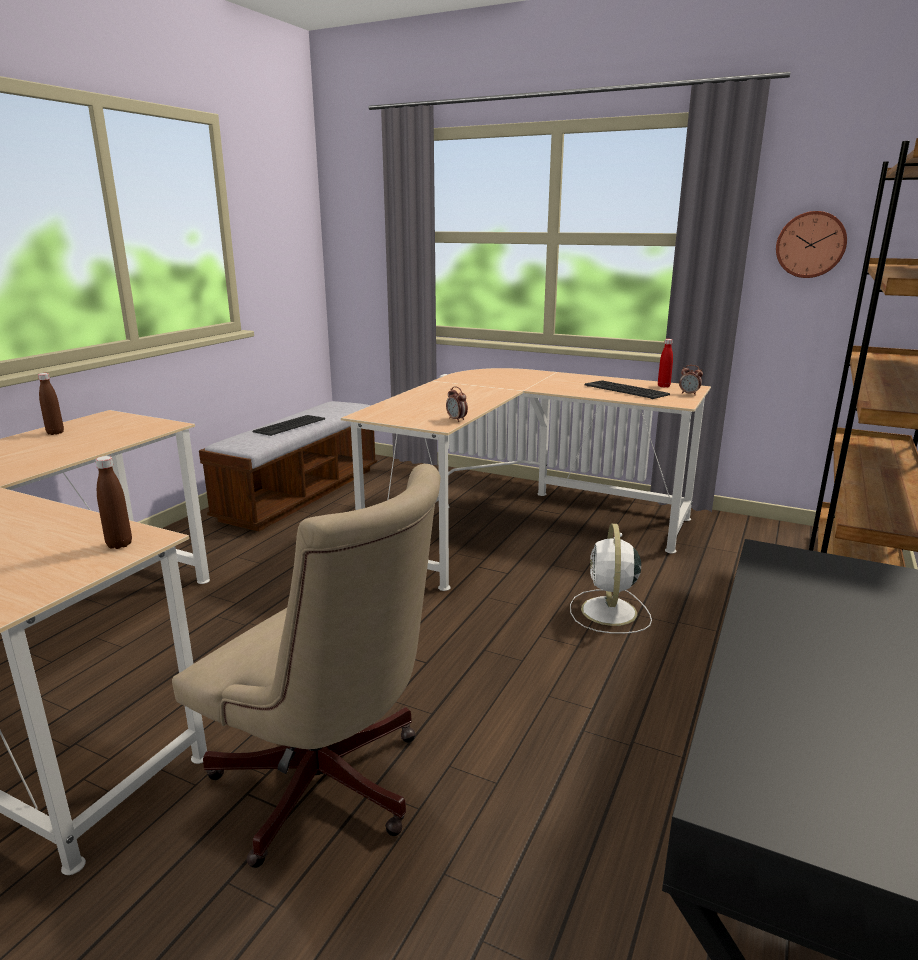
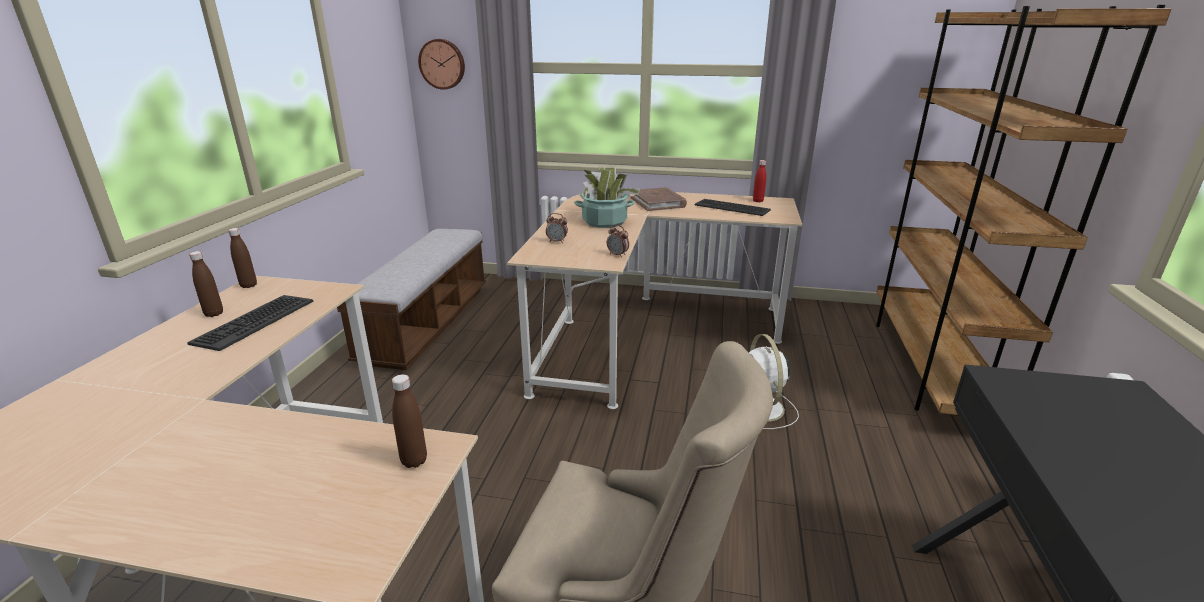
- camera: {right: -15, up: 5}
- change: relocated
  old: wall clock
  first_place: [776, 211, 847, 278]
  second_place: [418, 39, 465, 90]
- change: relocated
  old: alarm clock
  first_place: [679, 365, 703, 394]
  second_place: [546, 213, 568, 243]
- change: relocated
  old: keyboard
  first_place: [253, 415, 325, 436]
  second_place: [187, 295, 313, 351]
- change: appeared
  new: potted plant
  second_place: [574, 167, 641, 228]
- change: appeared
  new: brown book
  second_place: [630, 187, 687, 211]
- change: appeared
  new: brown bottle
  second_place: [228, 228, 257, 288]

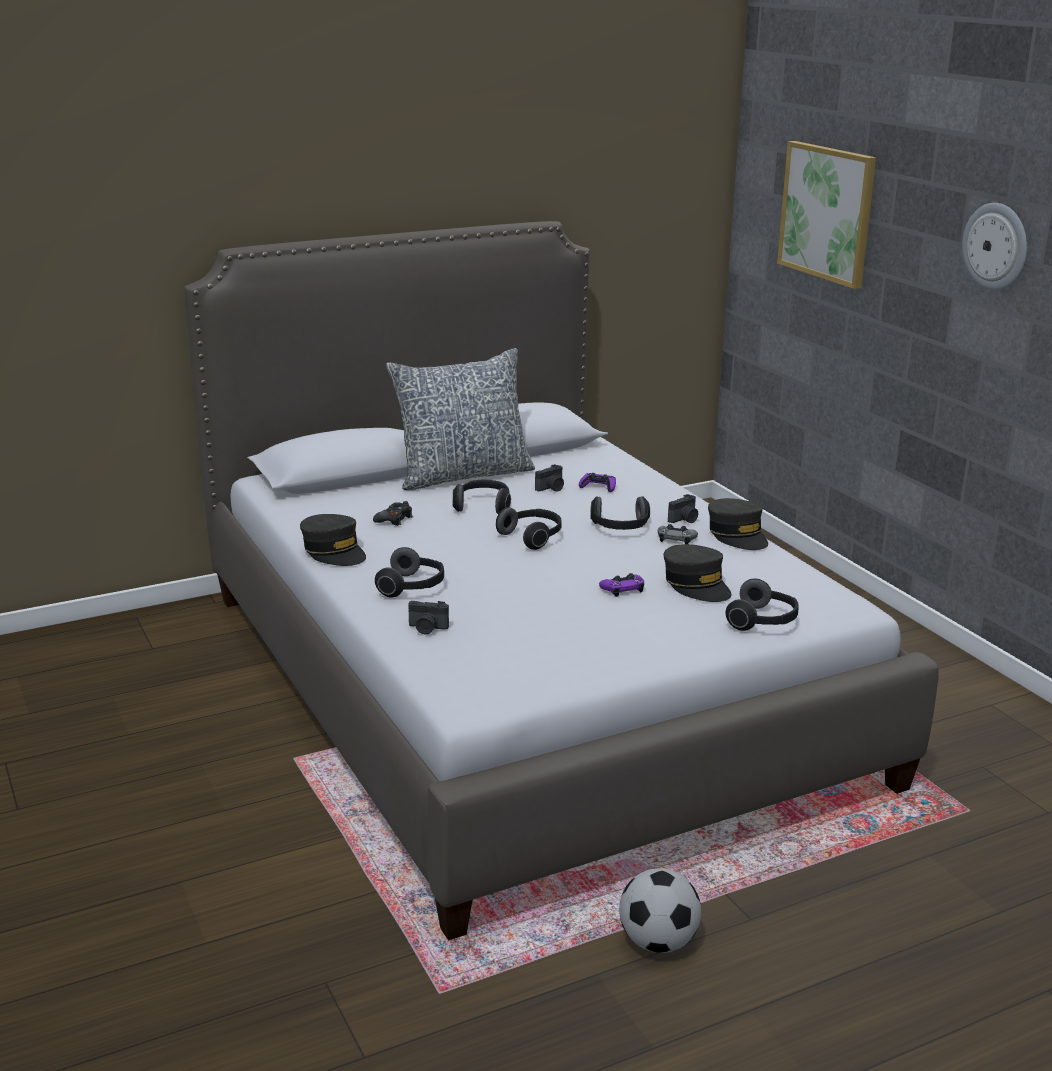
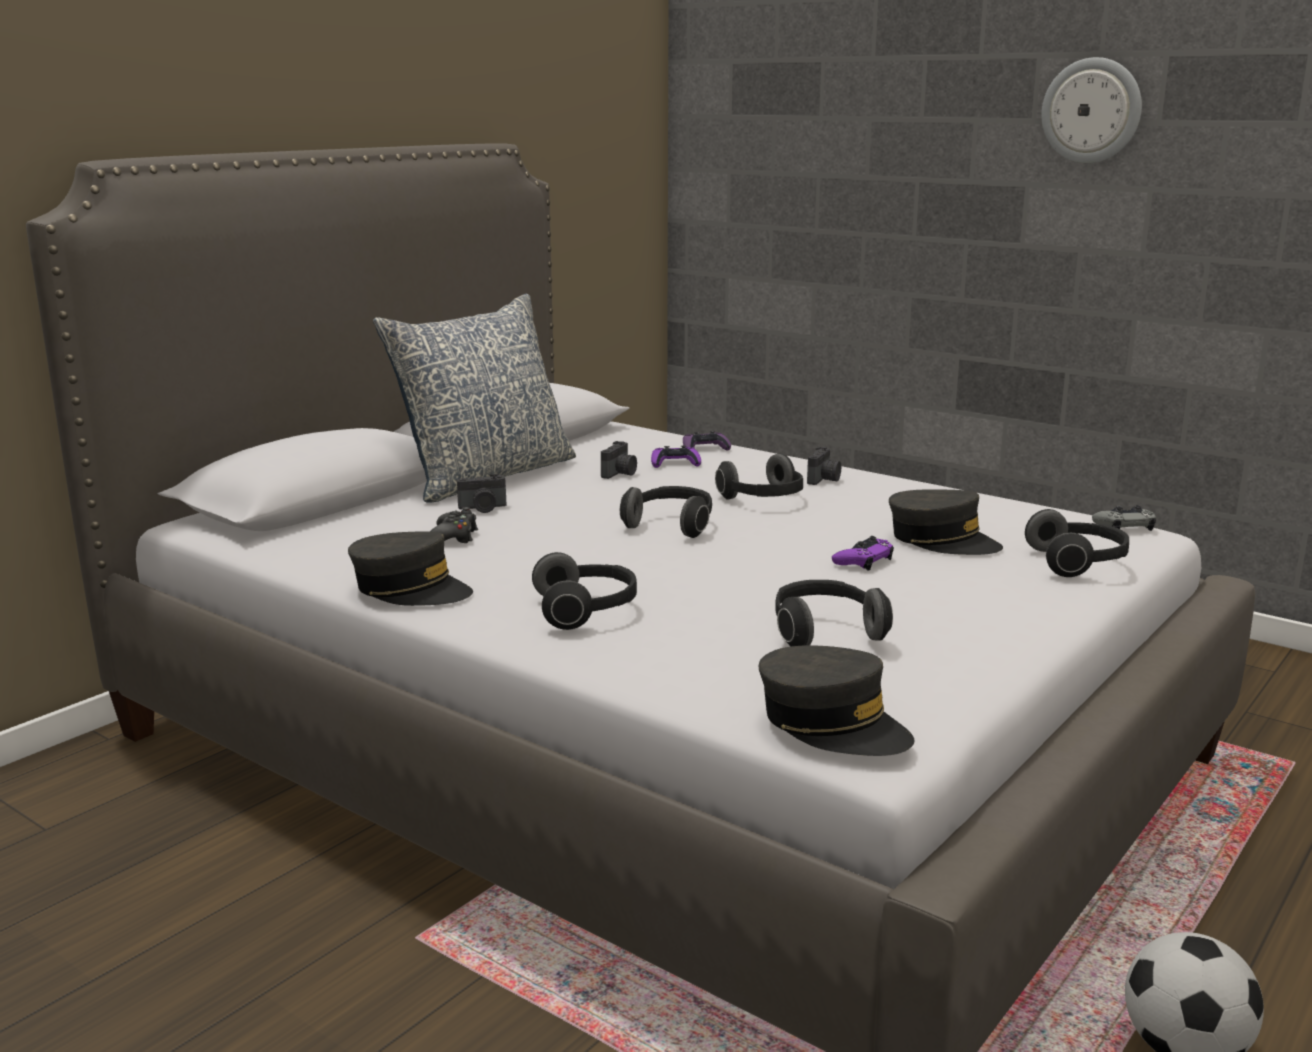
- camera: {right: -25, up: -5}
- change: missing
  old: picture
  first_place: [777, 141, 876, 289]
- change: relocated
  old: headphones
  first_place: [452, 480, 511, 514]
  second_place: [775, 580, 893, 647]
- change: relocated
  old: grey cap
  first_place: [708, 498, 768, 550]
  second_place: [759, 645, 914, 756]
- change: relocated
  old: grey game controller
  first_place: [658, 524, 698, 544]
  second_place: [1092, 505, 1156, 531]
- change: relocated
  old: photo camera
  first_place: [408, 601, 449, 634]
  second_place: [457, 474, 506, 513]
- change: appeared
  new: purple game controller
  second_place: [683, 431, 731, 451]

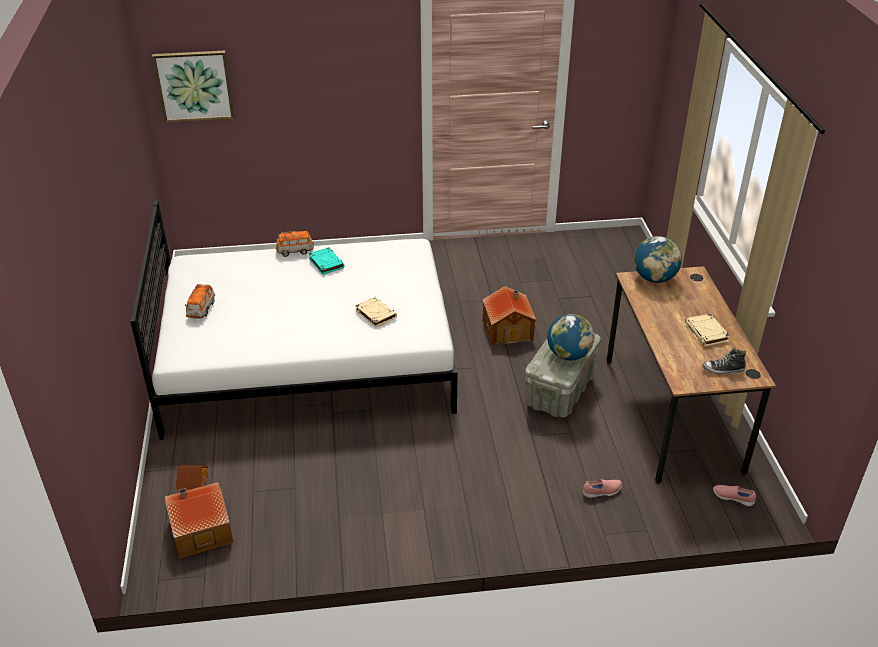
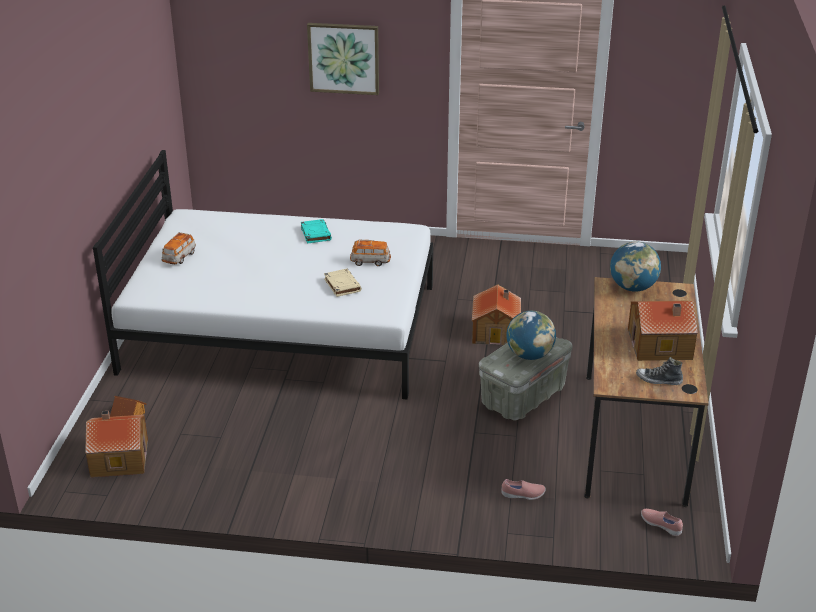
- camera: {right: 15, up: -5}
- change: relocated
  old: picture
  first_place: [152, 51, 235, 123]
  second_place: [307, 23, 379, 95]
- change: relocated
  old: toy car
  first_place: [276, 231, 314, 257]
  second_place: [350, 240, 391, 266]
- change: exchanged
  old: beige book
  new: toy house
  first_place: [685, 314, 730, 346]
  second_place: [628, 301, 698, 361]

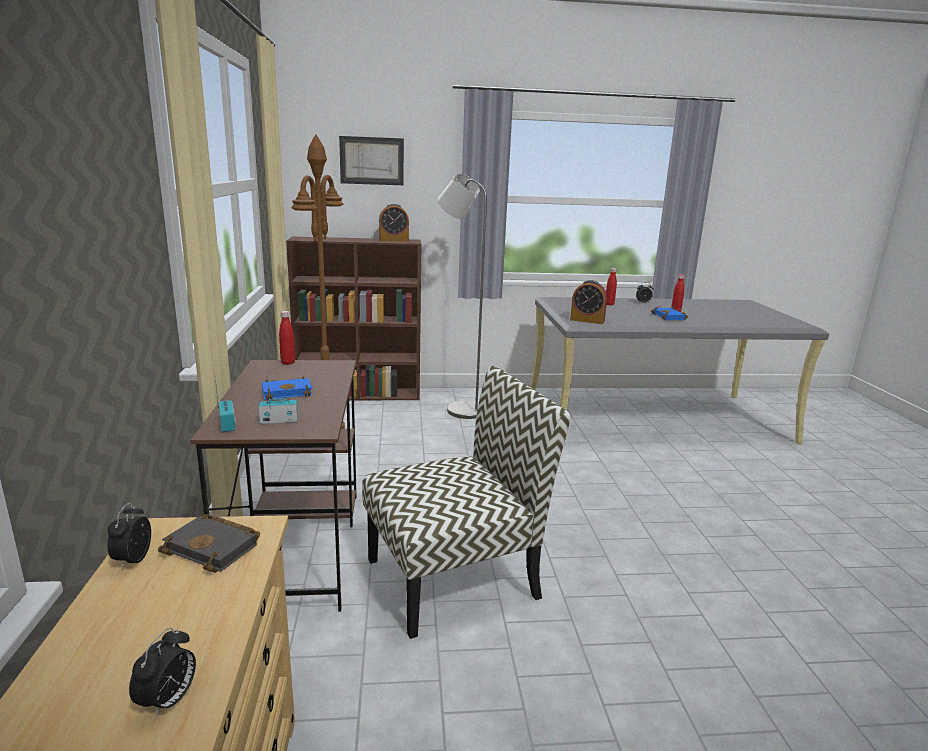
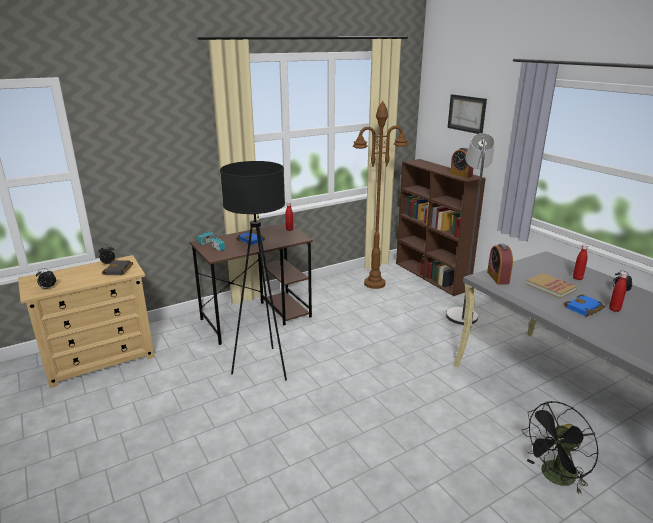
- camera: {right: 65, up: 5}
- change: exchanged
  old: chair
  new: black floor lamp
  first_place: [362, 366, 571, 639]
  second_place: [220, 161, 287, 381]
- change: appeared
  new: book
  second_place: [526, 273, 577, 298]
- change: appeared
  new: black fan
  second_place: [522, 401, 598, 494]

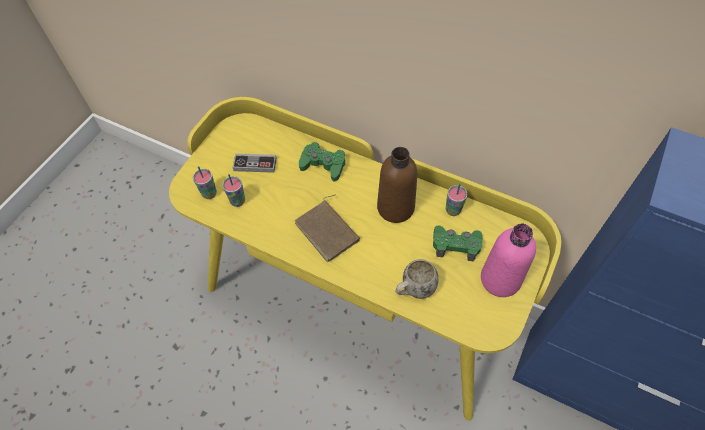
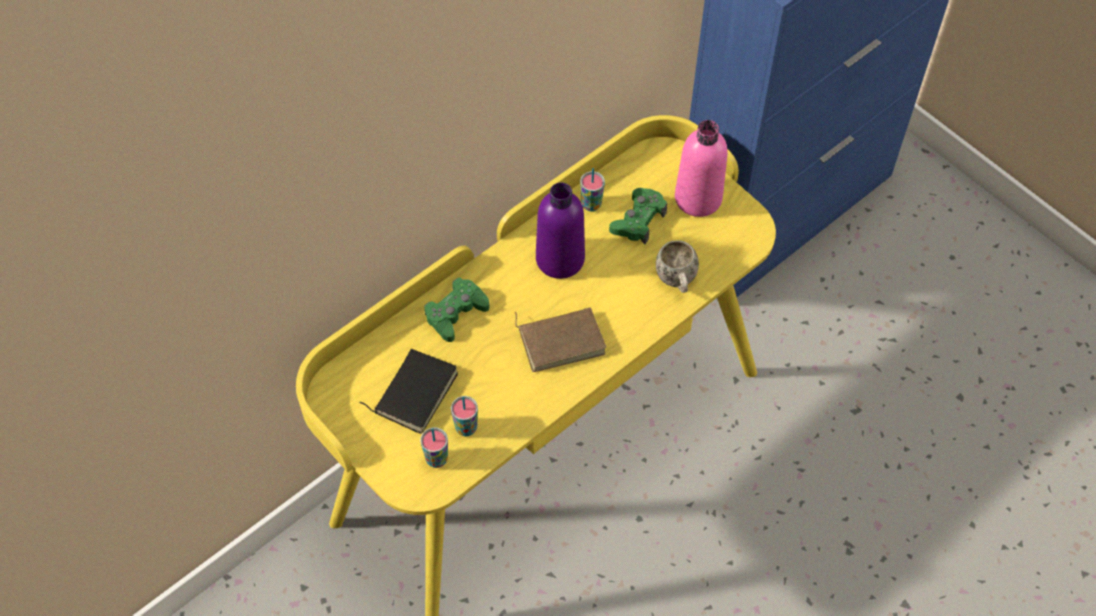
- camera: {right: -70, up: 0}
- change: colour
  old: brown bottle
  new: purple bottle
  first_place: [377, 147, 417, 223]
  second_place: [536, 182, 585, 279]
- change: exchanged
  old: game controller
  new: black book
  first_place: [232, 153, 277, 173]
  second_place: [359, 349, 458, 434]

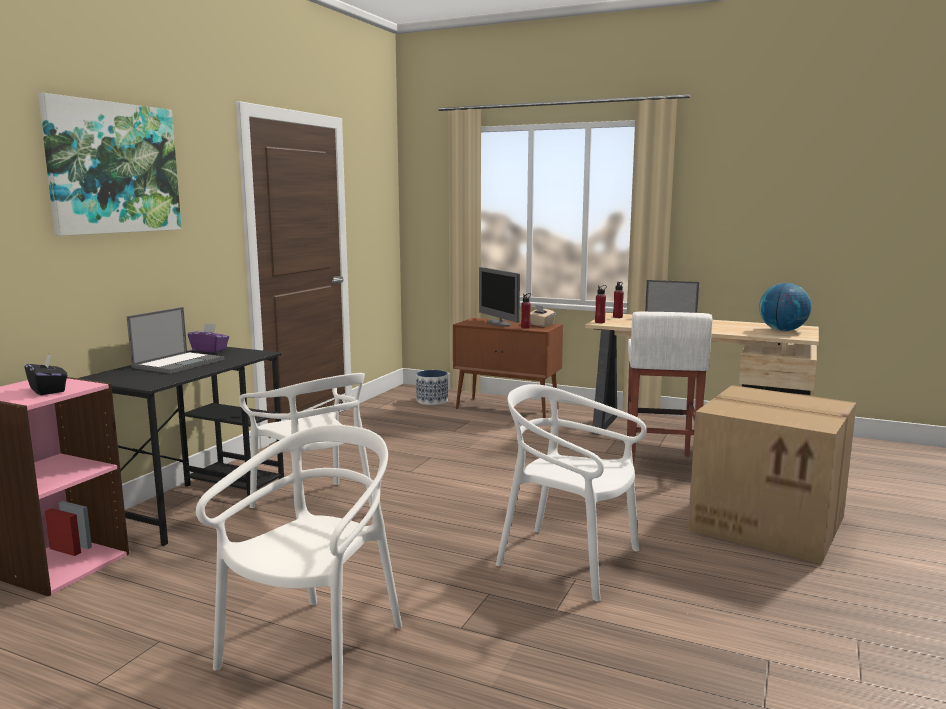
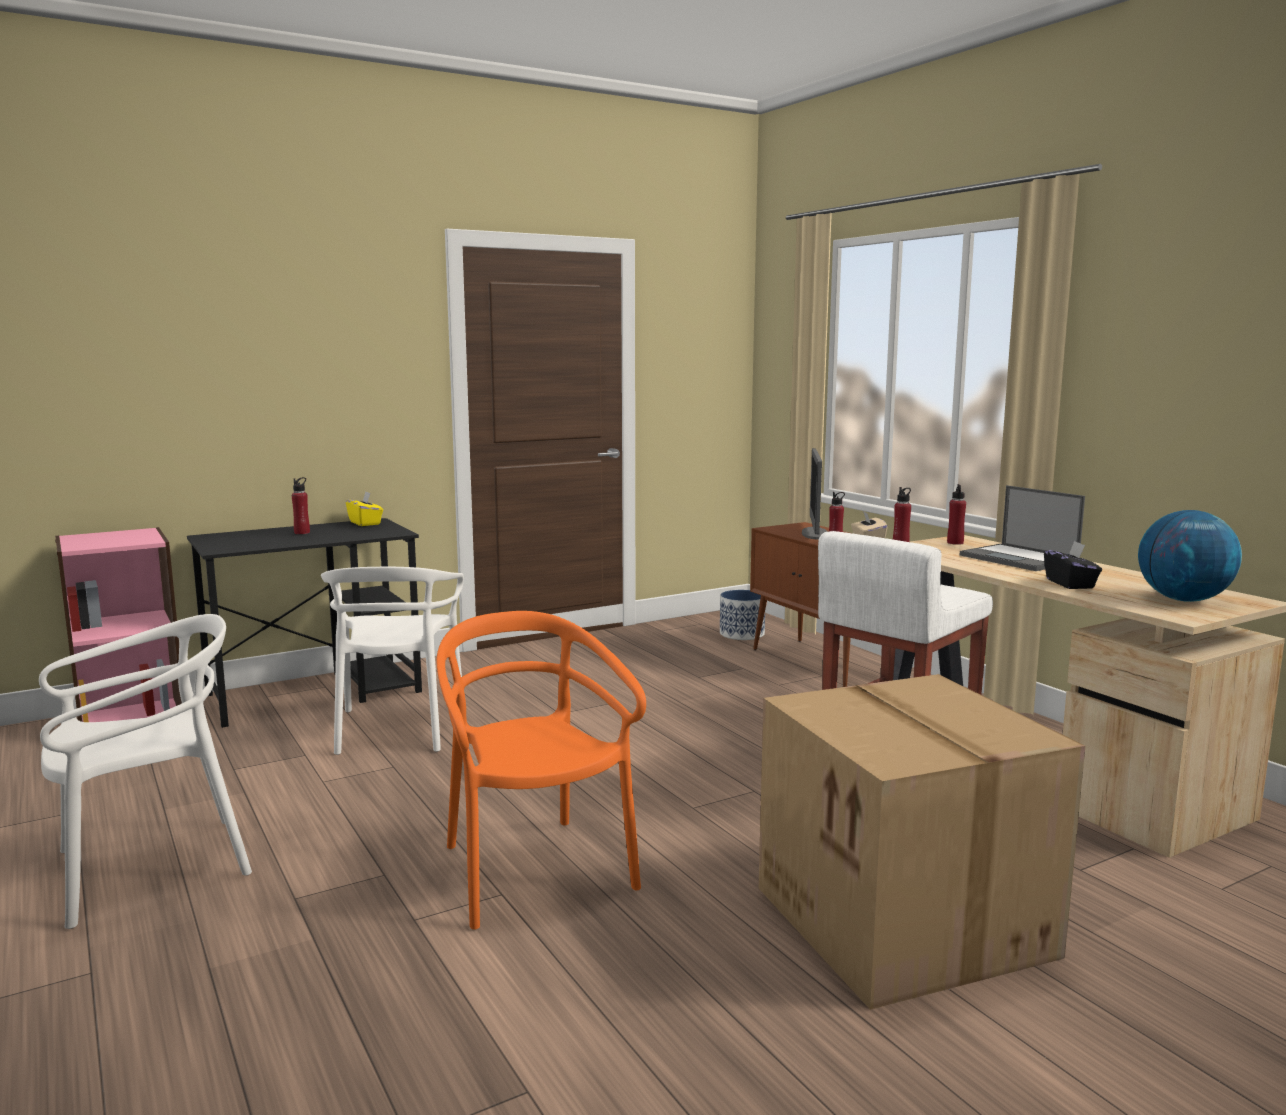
- camera: {right: 35, up: 0}
- change: missing
  old: picture
  first_place: [38, 93, 182, 236]
- change: exchanged
  old: laptop
  new: red bottle
  first_place: [127, 307, 225, 374]
  second_place: [292, 477, 310, 534]
- change: colour
  old: purple tissue box
  new: yellow tissue box
  first_place: [188, 323, 229, 353]
  second_place: [346, 491, 383, 526]
- change: relocated
  old: black tissue box
  first_place: [25, 354, 68, 395]
  second_place: [1044, 541, 1102, 589]
- change: colour
  old: white chair
  new: orange chair
  first_place: [496, 384, 647, 602]
  second_place: [436, 611, 646, 930]

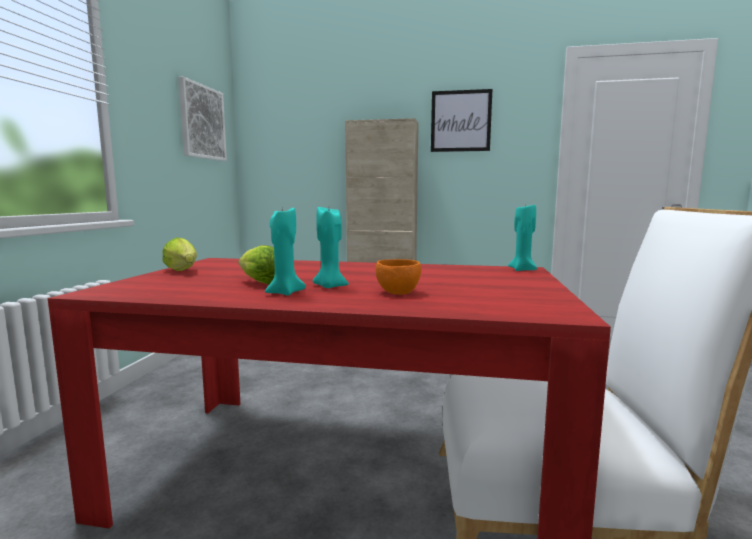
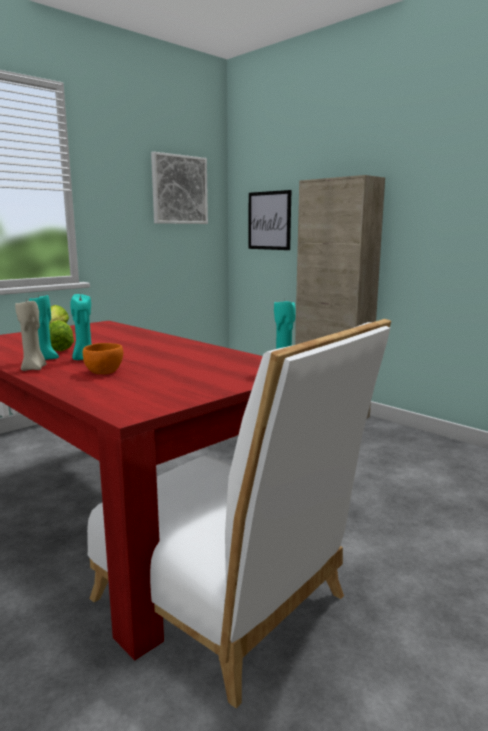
- camera: {right: 35, up: 5}
- change: relocated
  old: picture
  first_place: [431, 89, 492, 152]
  second_place: [248, 190, 291, 250]
- change: appeared
  new: beige candle
  second_place: [15, 300, 46, 371]

